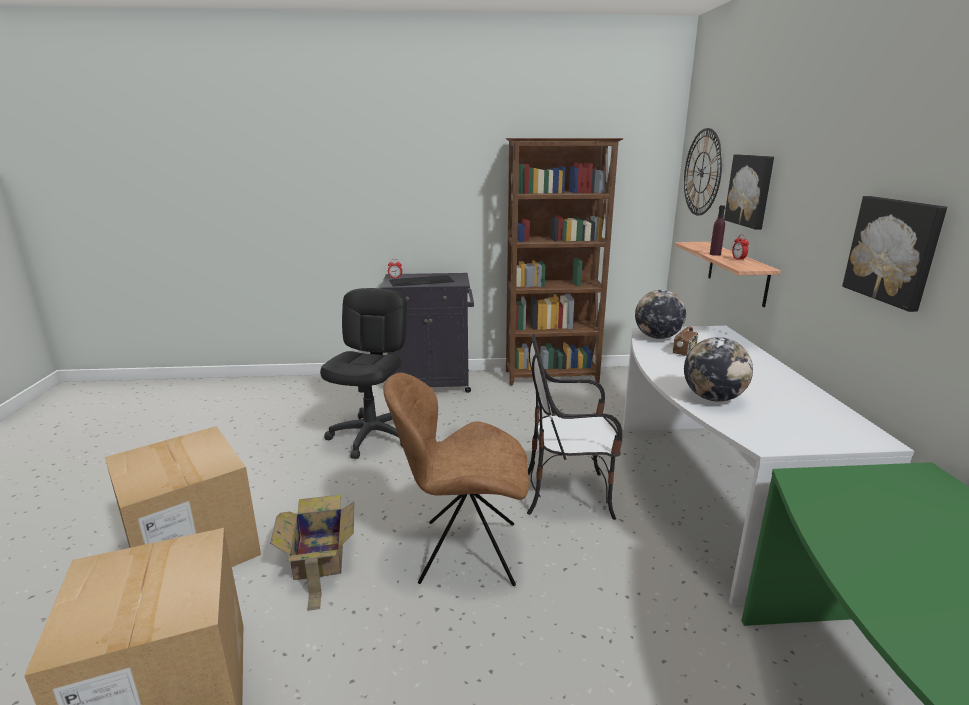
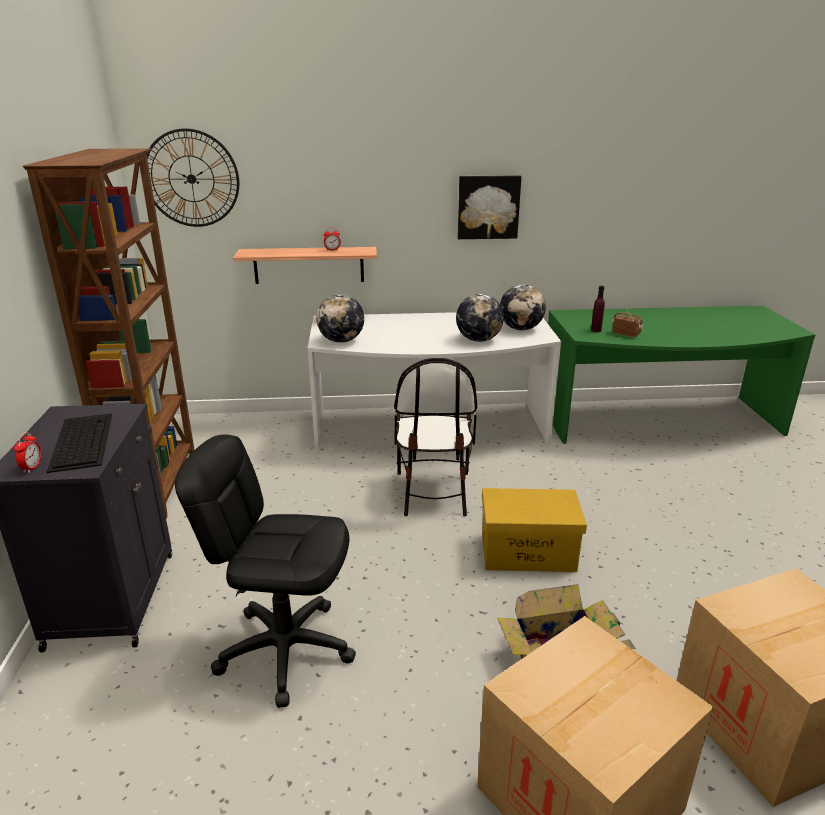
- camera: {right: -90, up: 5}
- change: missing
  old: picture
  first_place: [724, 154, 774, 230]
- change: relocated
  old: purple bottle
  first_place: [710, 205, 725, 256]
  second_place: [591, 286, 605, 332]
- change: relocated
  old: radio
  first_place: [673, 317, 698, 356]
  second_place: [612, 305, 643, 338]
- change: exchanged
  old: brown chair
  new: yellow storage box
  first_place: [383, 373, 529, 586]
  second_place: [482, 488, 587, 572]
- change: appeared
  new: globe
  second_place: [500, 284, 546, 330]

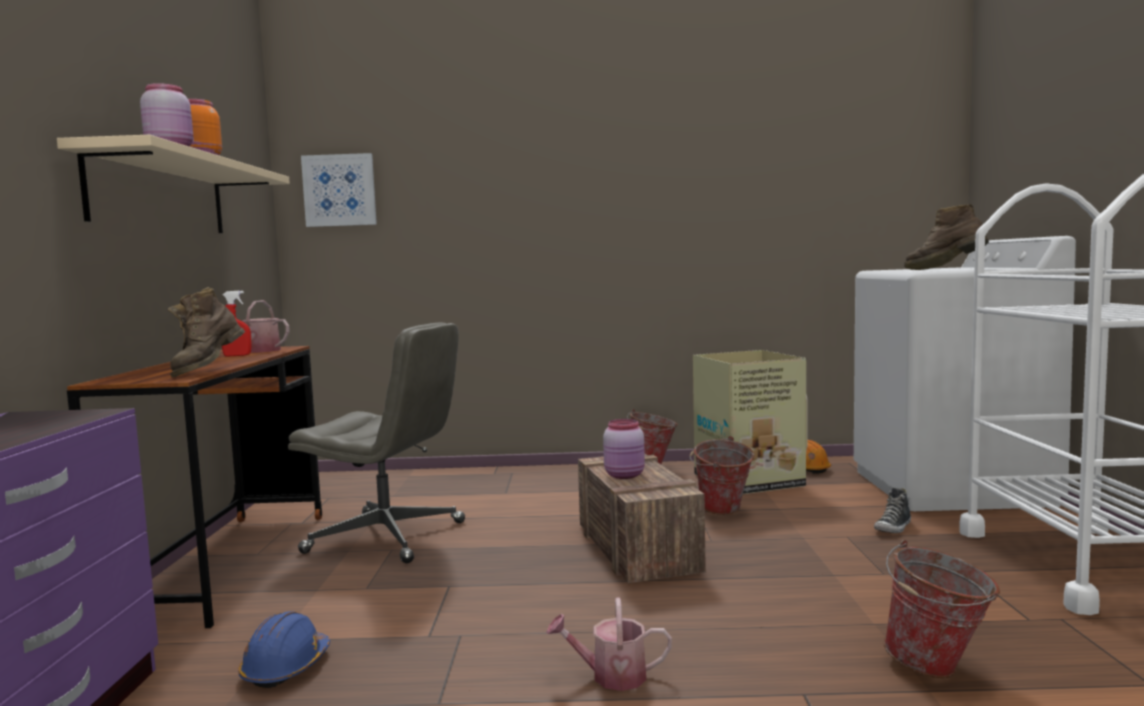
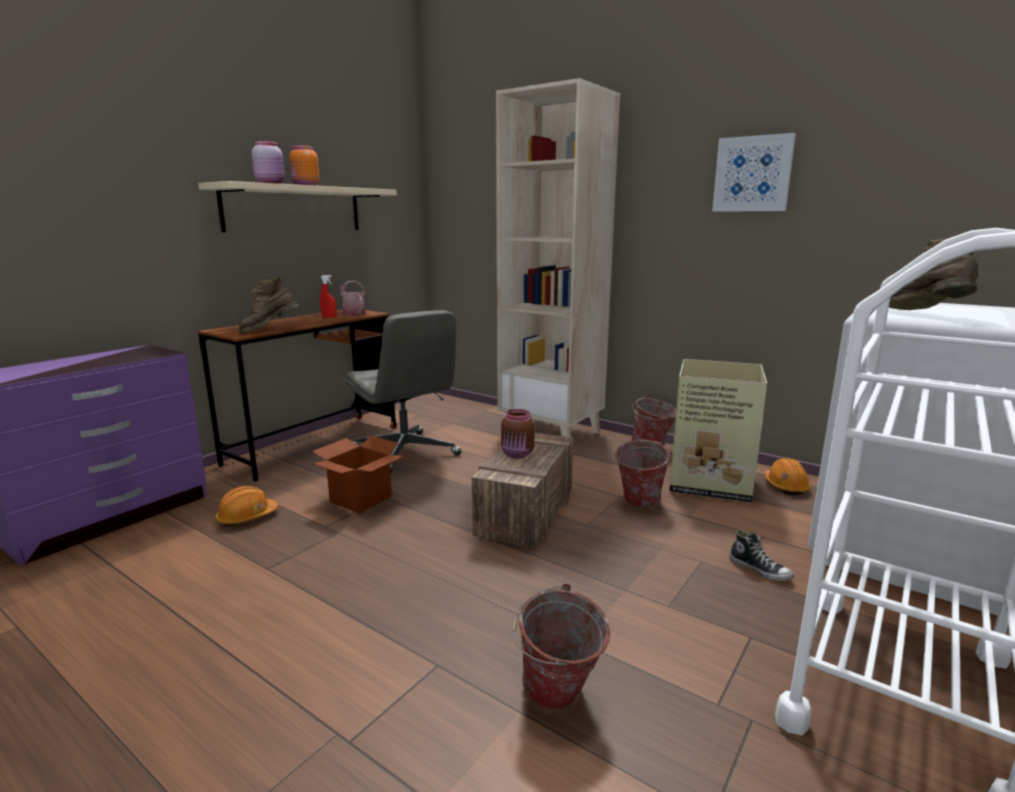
- camera: {right: 35, up: 10}
- change: relocated
  old: picture
  first_place: [301, 153, 377, 227]
  second_place: [712, 133, 796, 212]
- change: colour
  old: pink jar
  new: brown jar
  first_place: [603, 419, 645, 479]
  second_place: [501, 409, 535, 458]
- change: spun
  old: shoe
  first_place: [874, 488, 911, 533]
  second_place: [730, 529, 794, 581]
  degrees: -120
- change: missing
  old: watering can
  first_place: [546, 598, 672, 691]
- change: colour
  old: blue hard hat
  new: orange hard hat
  first_place: [238, 611, 330, 688]
  second_place: [215, 486, 278, 526]
- change: appeared
  new: beige bookcase
  second_place: [496, 78, 620, 437]
- change: appeared
  new: cardboard box
  second_place: [312, 436, 404, 514]

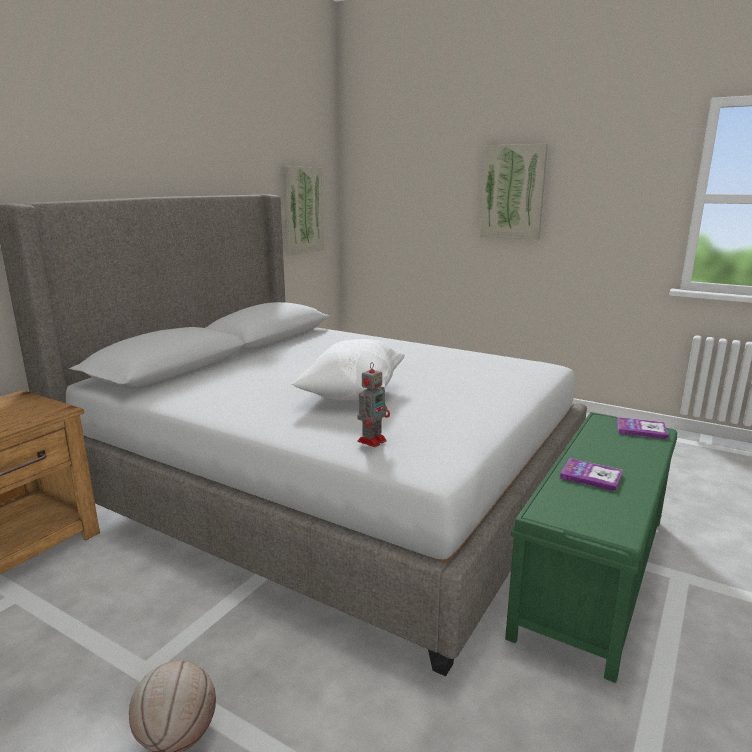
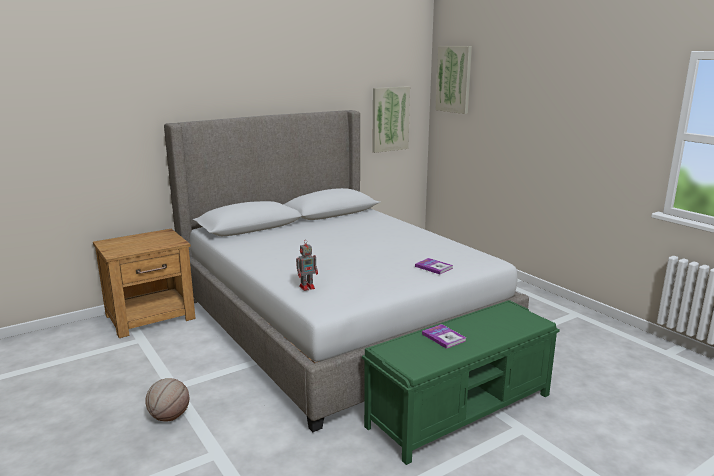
- camera: {right: 25, up: 0}
- change: relocated
  old: picture
  first_place: [480, 144, 548, 240]
  second_place: [435, 46, 472, 114]
- change: missing
  old: white pillow
  first_place: [292, 339, 405, 401]
- change: relocated
  old: book
  first_place: [617, 417, 669, 439]
  second_place: [415, 258, 453, 274]

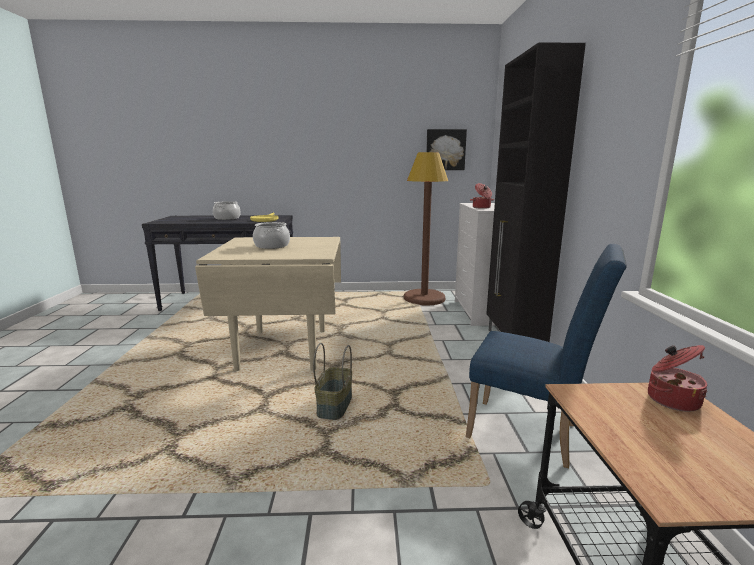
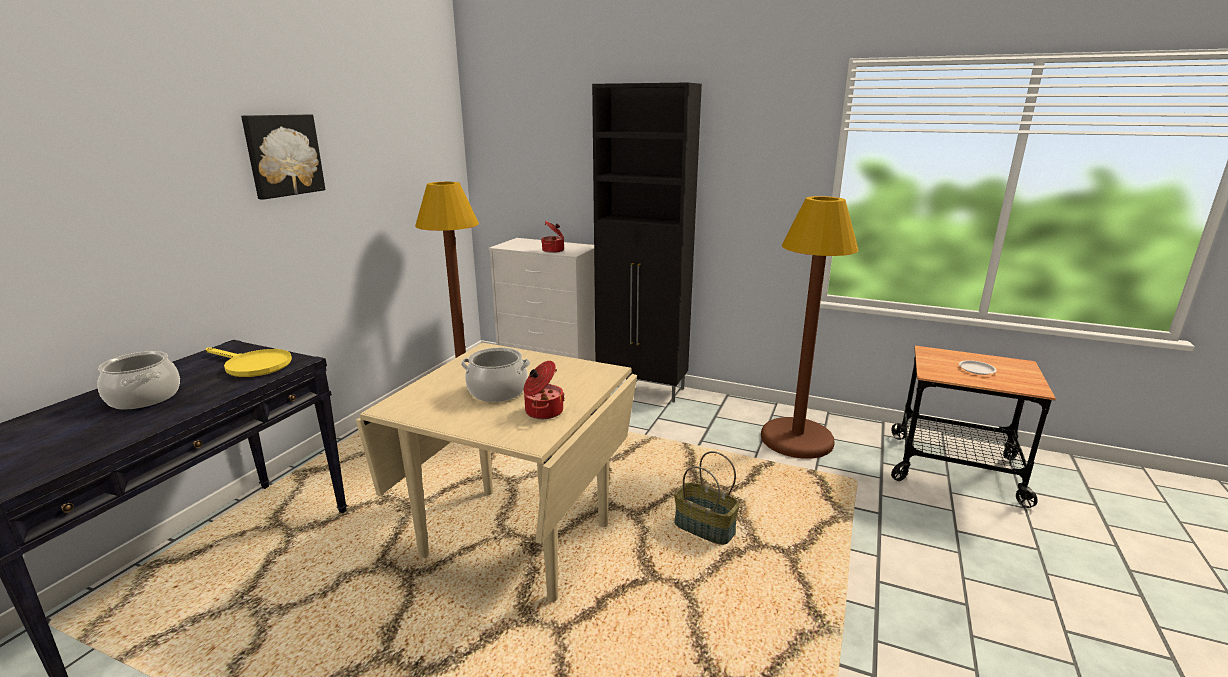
- camera: {right: -65, up: 5}
- change: relocated
  old: picture
  first_place: [426, 129, 467, 170]
  second_place: [241, 114, 326, 200]
- change: exchanged
  old: blue chair
  new: brown floor lamp
  first_place: [466, 244, 627, 468]
  second_place: [761, 196, 859, 459]
- change: relocated
  old: cooking pot
  first_place: [648, 345, 707, 412]
  second_place: [524, 361, 565, 419]
- change: appeared
  new: white plate
  second_place: [959, 360, 997, 375]

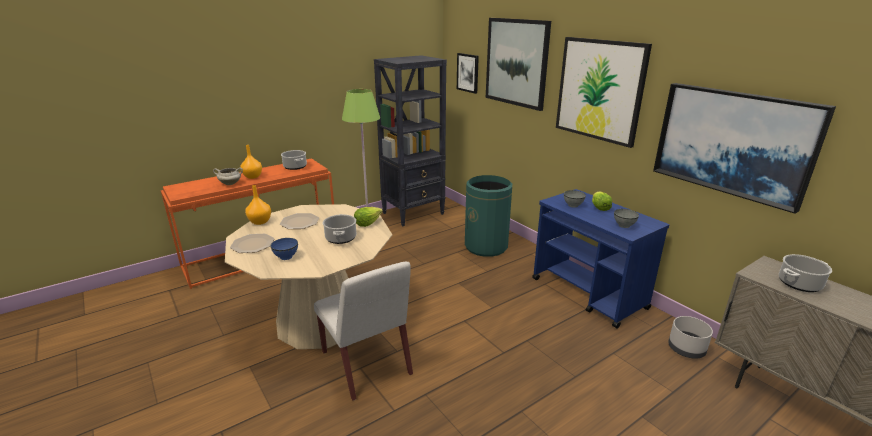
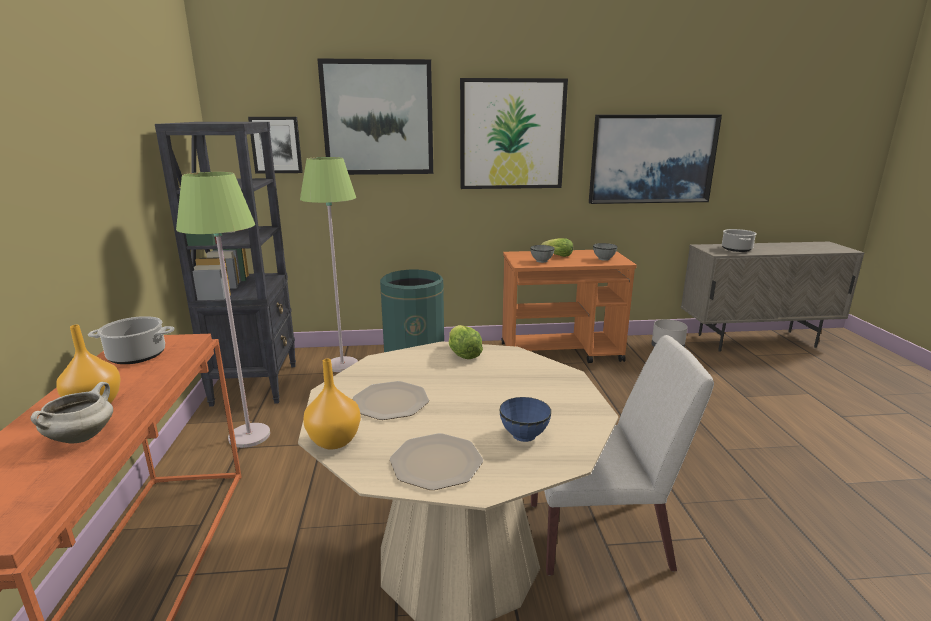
- camera: {right: -60, up: -5}
- change: colour
  old: blue cart
  new: orange cart
  first_place: [532, 189, 669, 329]
  second_place: [501, 250, 637, 363]
- change: missing
  old: cooking pot
  first_place: [323, 214, 356, 244]
- change: appeared
  new: green floor lamp
  second_place: [300, 157, 358, 372]

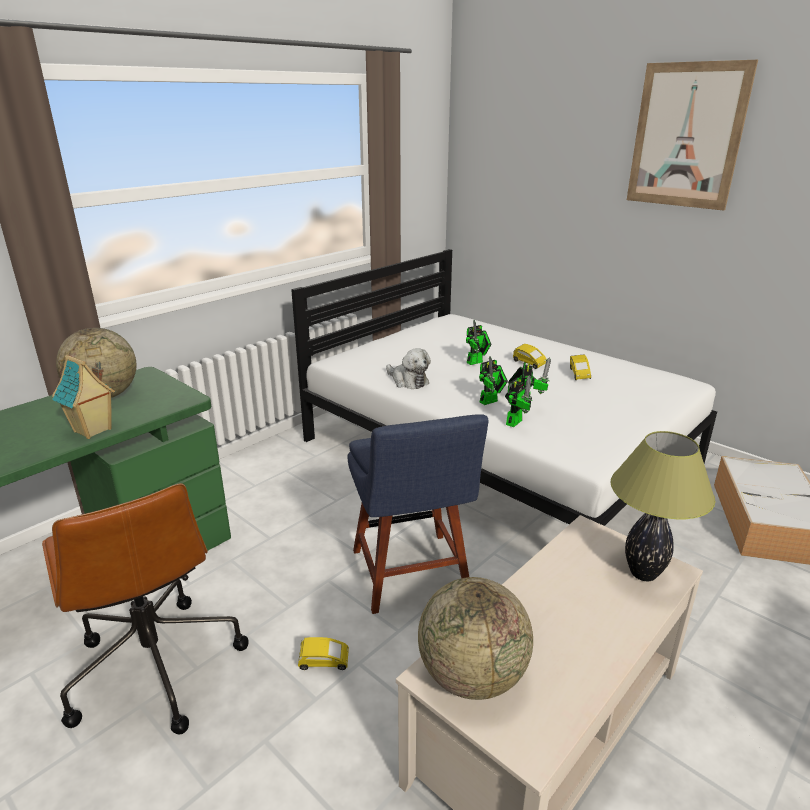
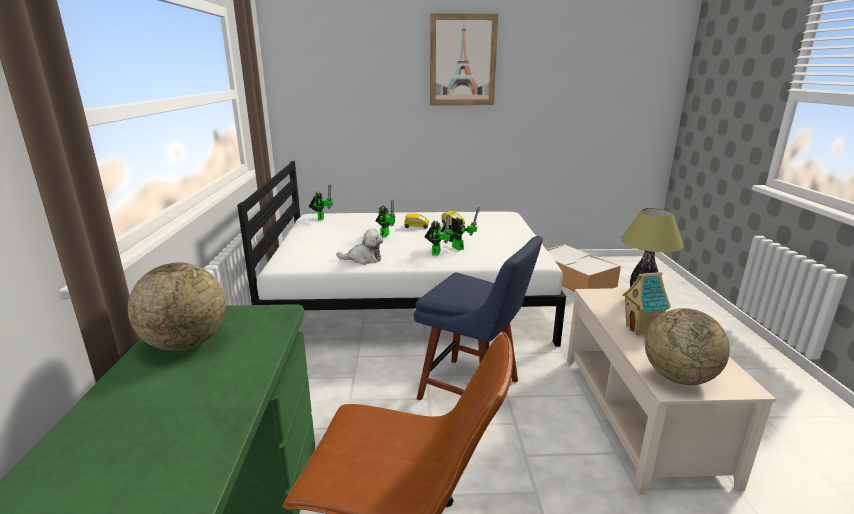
- camera: {right: -45, up: -5}
- change: relocated
  old: toy house
  first_place: [52, 355, 115, 439]
  second_place: [622, 272, 671, 335]
- change: relocated
  old: toy robot
  first_place: [505, 375, 532, 427]
  second_place: [309, 184, 333, 220]
- change: missing
  old: yellow toy car
  first_place: [298, 637, 349, 670]

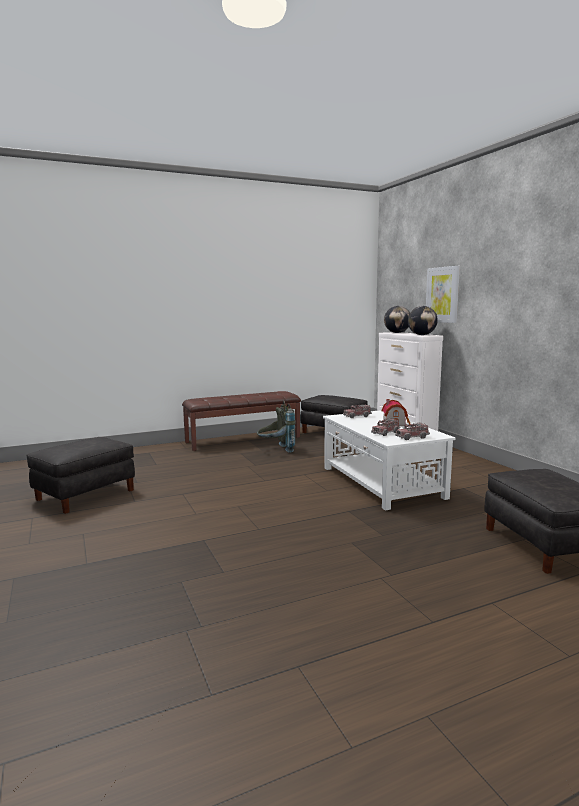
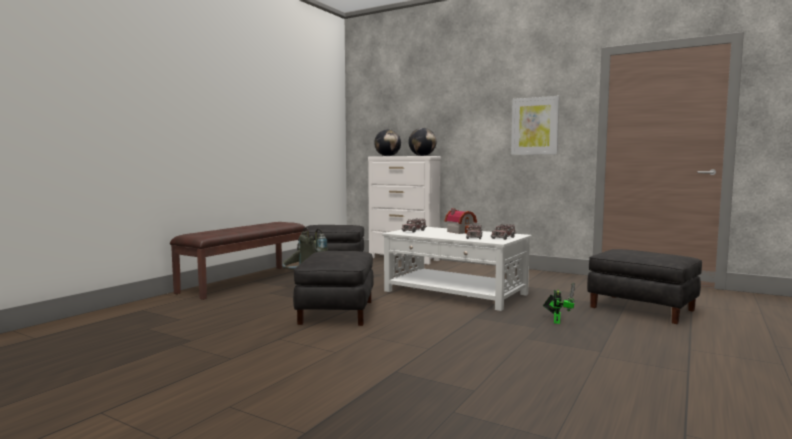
- camera: {right: -35, up: -5}
- change: relocated
  old: picture
  first_place: [426, 266, 460, 323]
  second_place: [511, 96, 559, 155]
- change: relocated
  old: black ottoman
  first_place: [26, 437, 135, 514]
  second_place: [293, 251, 374, 326]
- change: appeared
  new: toy robot
  second_place: [543, 283, 575, 324]

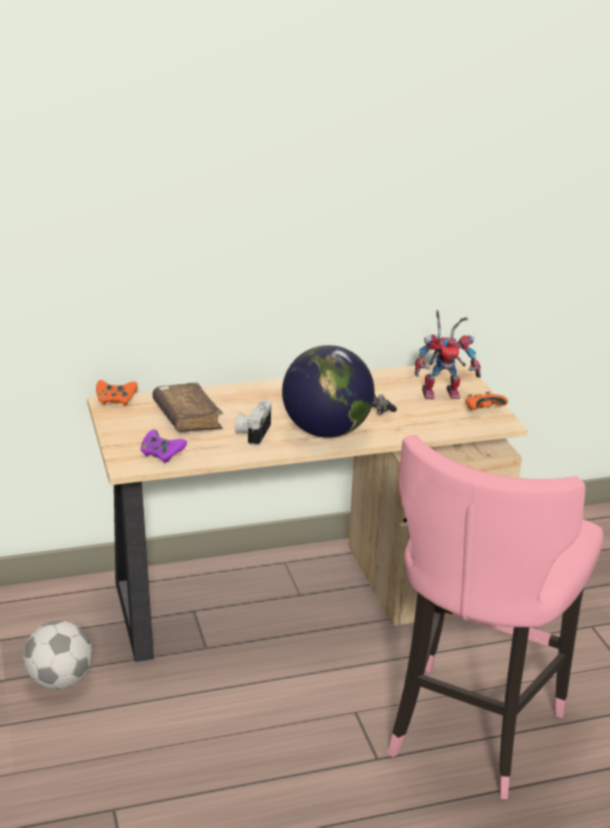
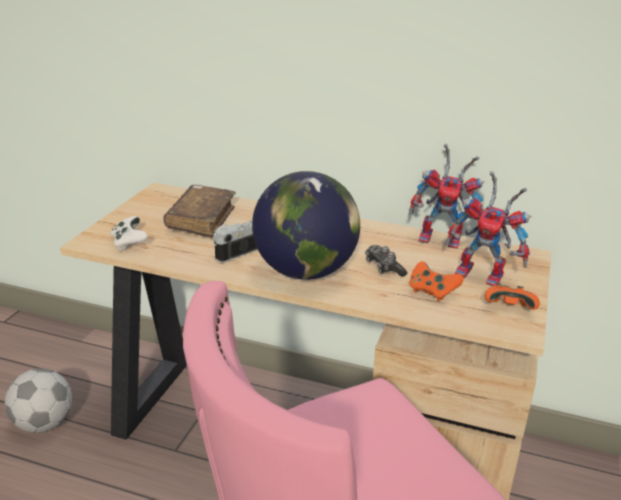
- camera: {right: 35, up: 0}
- change: relocated
  old: orange game controller
  first_place: [96, 380, 138, 406]
  second_place: [410, 261, 464, 302]
- change: colour
  old: purple game controller
  new: white game controller
  first_place: [141, 429, 187, 464]
  second_place: [110, 216, 148, 251]
- change: appeared
  new: toy robot
  second_place: [409, 144, 484, 249]

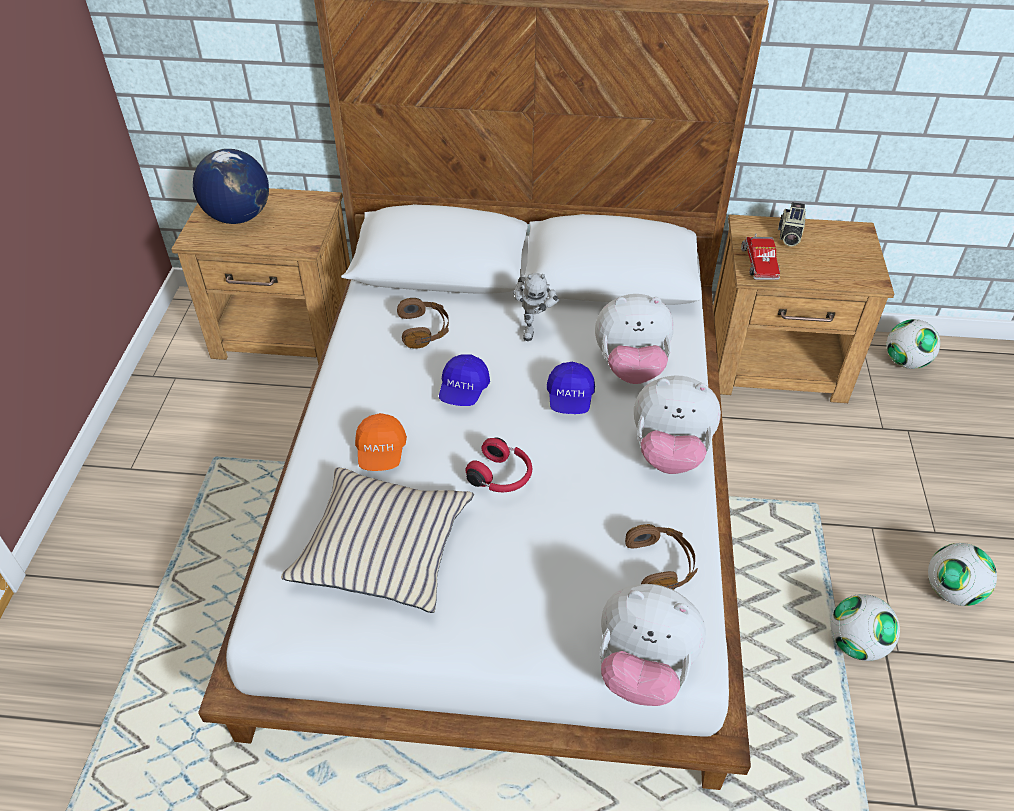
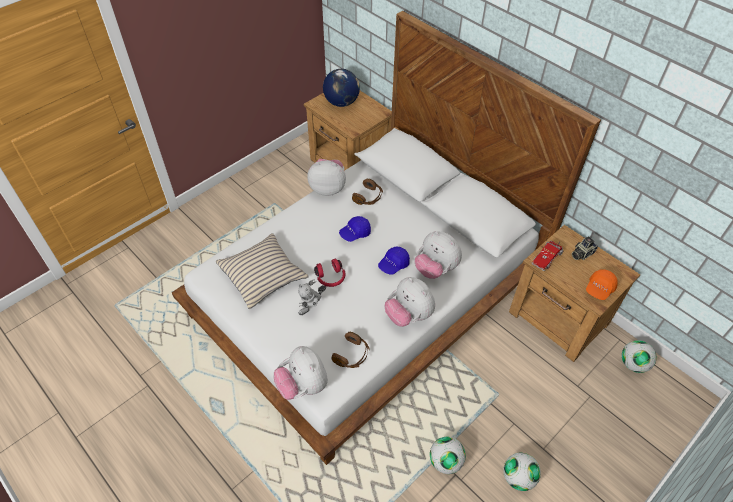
- camera: {right: 40, up: 5}
- change: relocated
  old: toy robot
  first_place: [513, 273, 560, 341]
  second_place: [298, 279, 326, 315]
- change: relocated
  old: orange cap
  first_place: [355, 413, 407, 471]
  second_place: [586, 269, 618, 300]
- change: appeared
  new: plush toy
  second_place: [307, 159, 346, 196]

